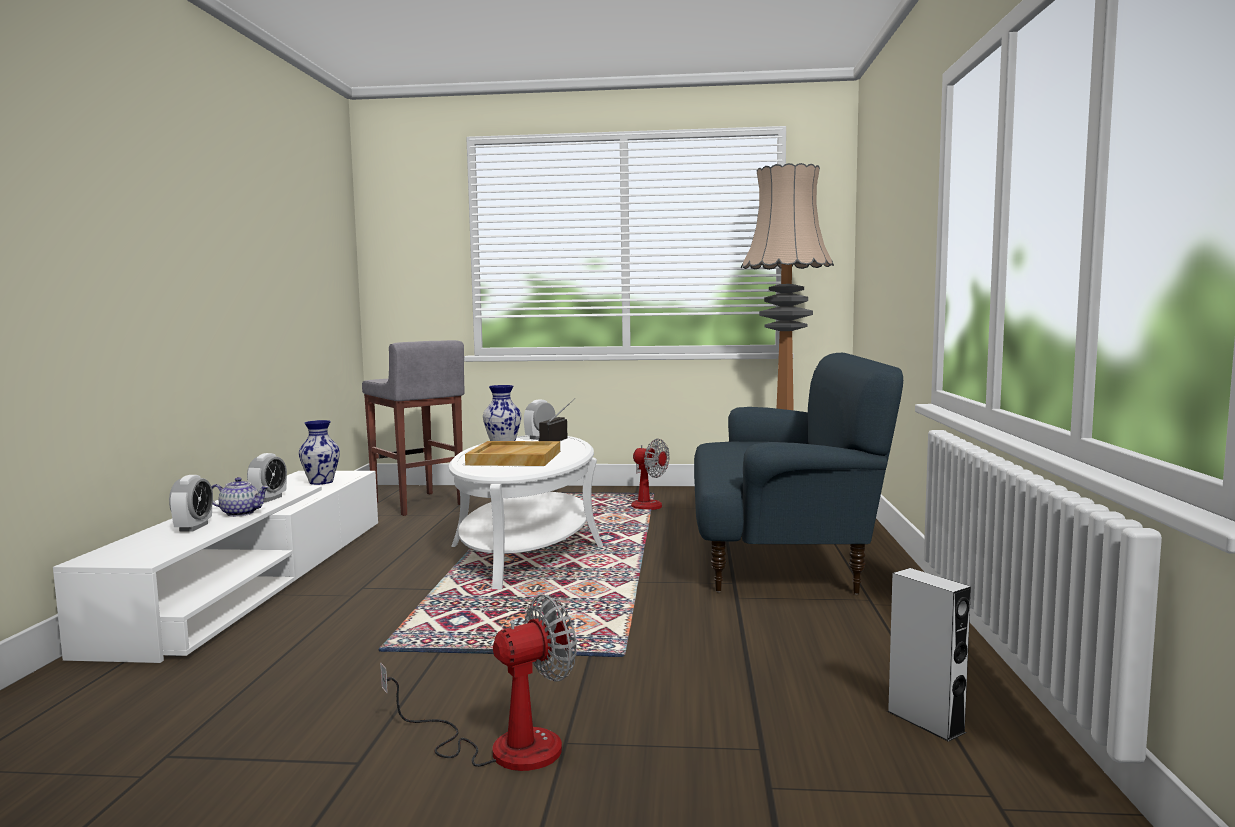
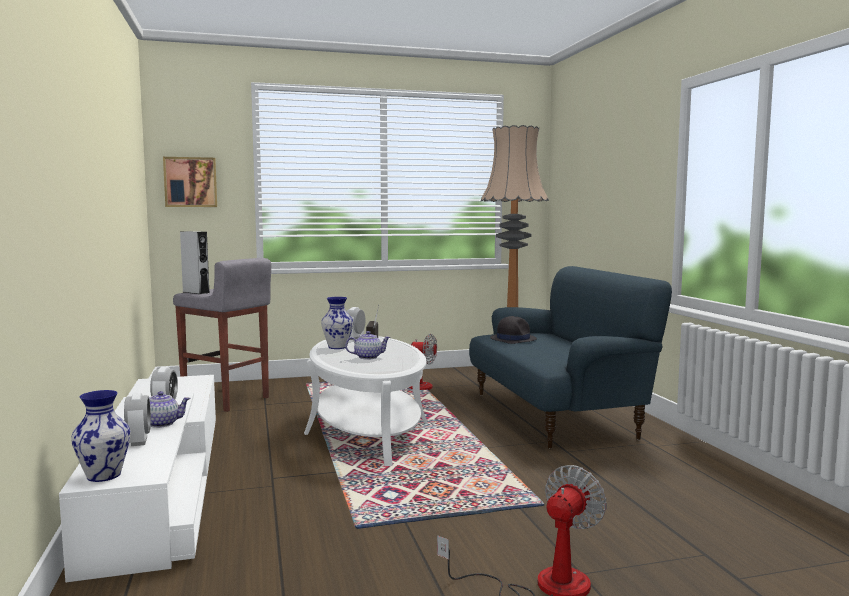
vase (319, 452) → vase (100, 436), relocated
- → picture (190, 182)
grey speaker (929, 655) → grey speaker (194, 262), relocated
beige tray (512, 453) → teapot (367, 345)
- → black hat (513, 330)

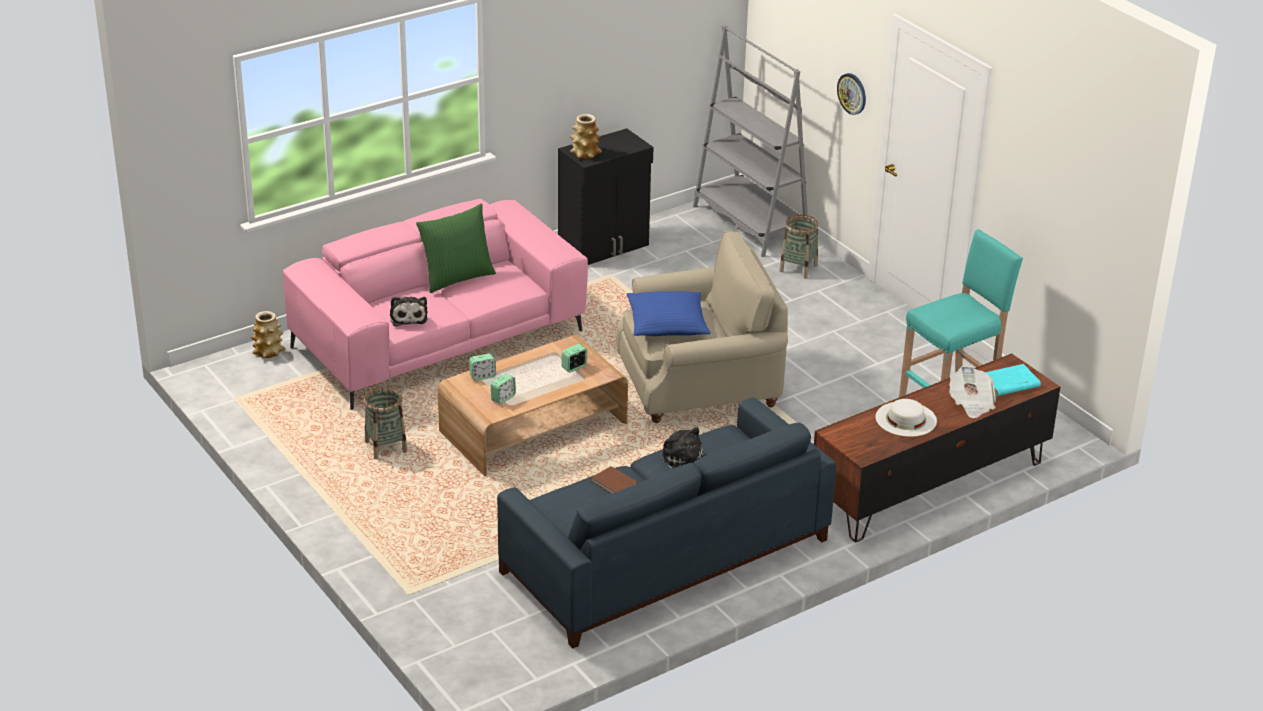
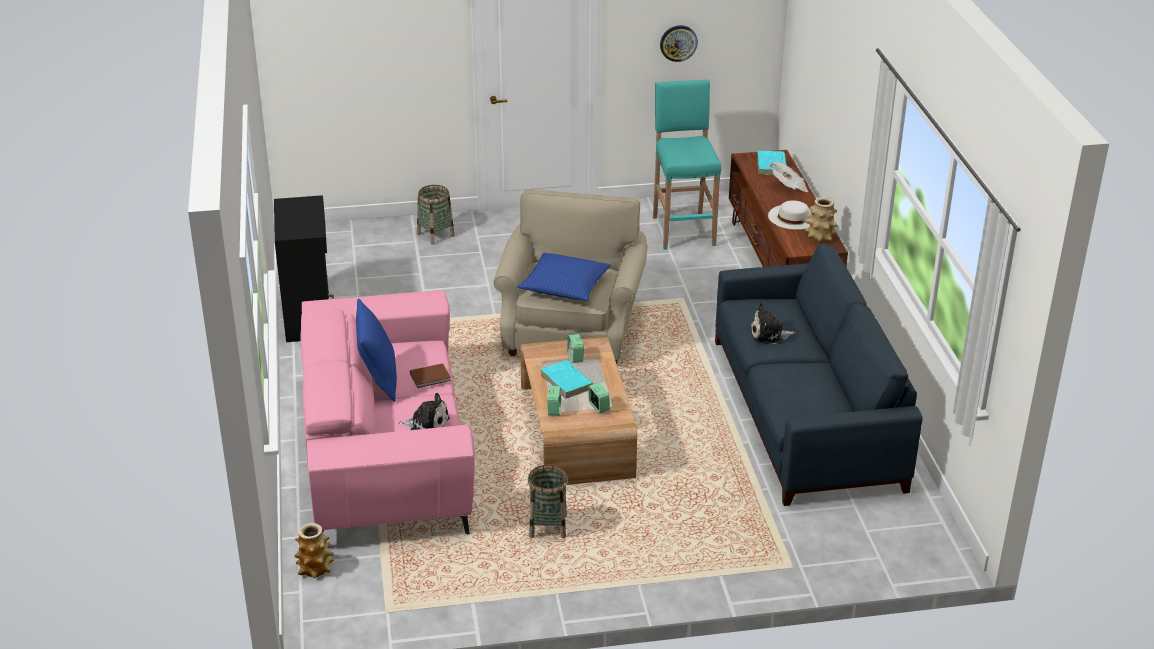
green pillow (456, 248) → blue pillow (376, 350)
brown book (614, 480) → brown book (430, 375), relocated
- → turquoise book (567, 379)
wall clock (851, 94) → wall clock (679, 43), relocated
vase (586, 136) → vase (821, 219), relocated
grey bookcase (750, 141) → -

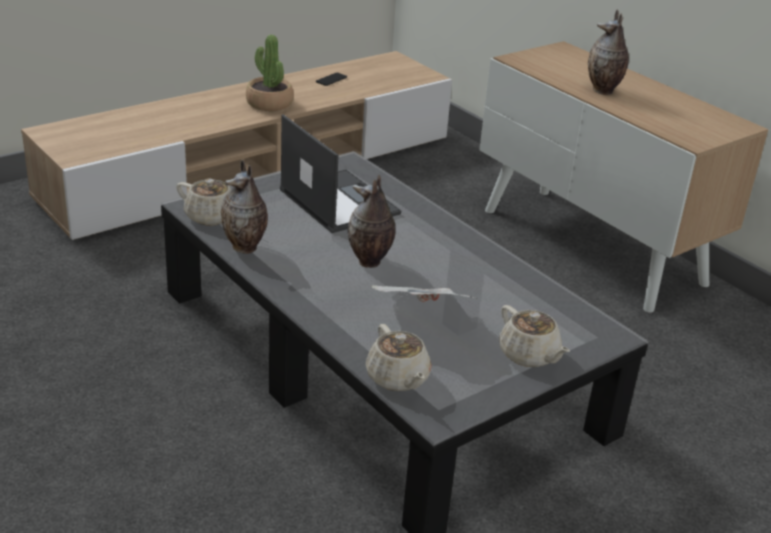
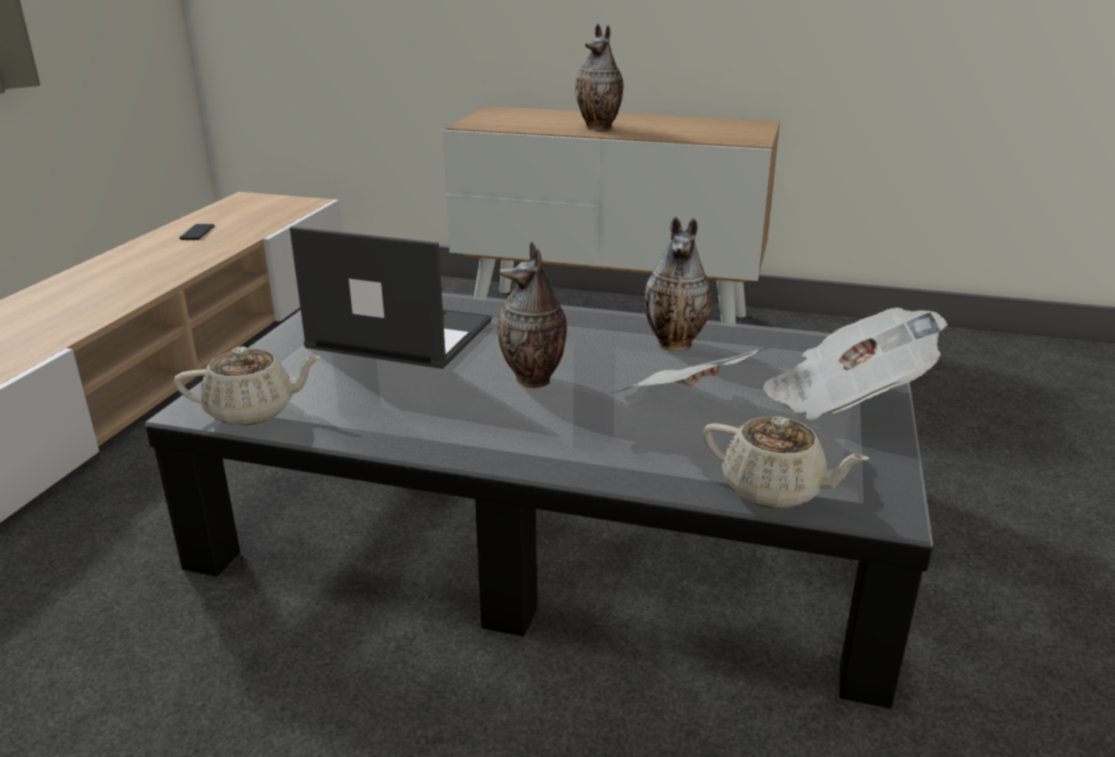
vase (244, 207) → vase (678, 284), relocated
beige teapot (534, 336) → newspaper (855, 363)
potted plant (270, 73) → -

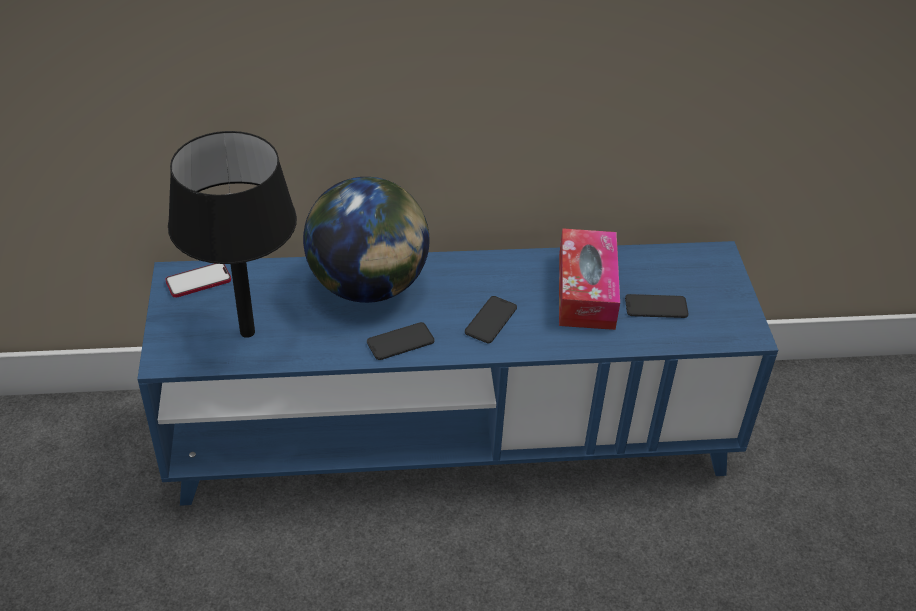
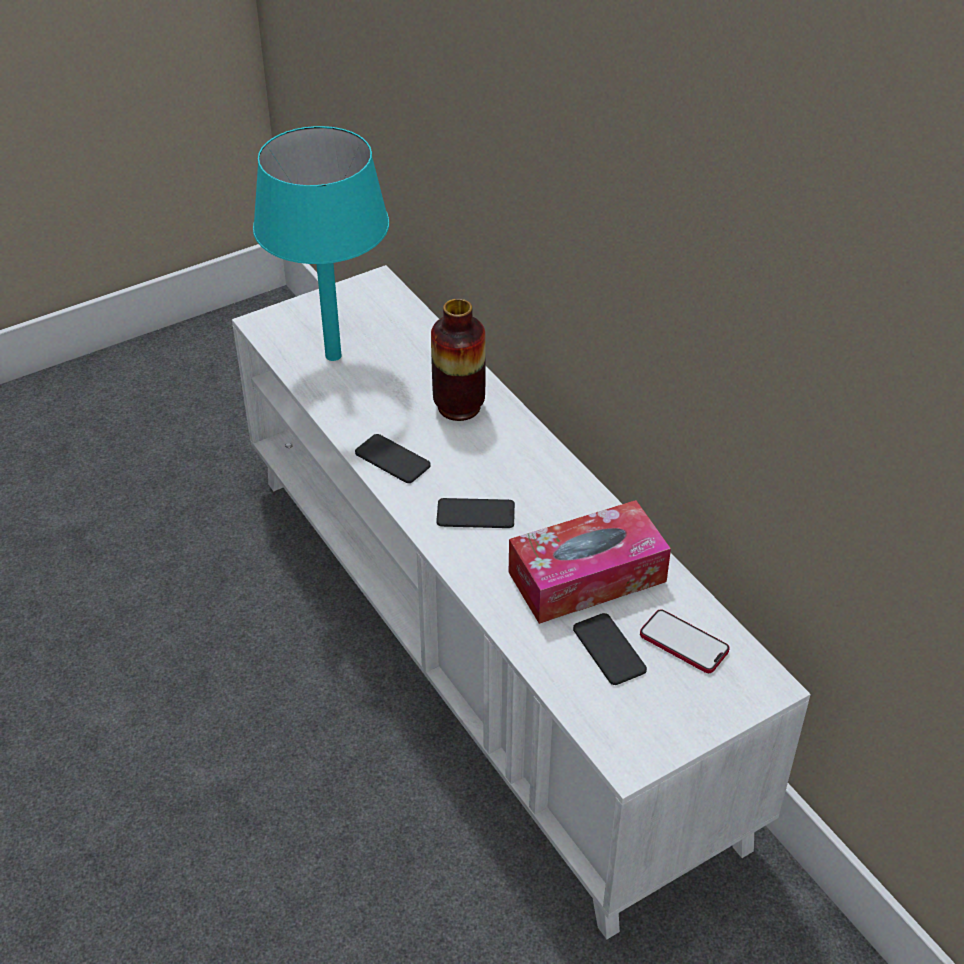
blue tv stand (457, 373) → white tv stand (521, 602)
black table lamp (232, 234) → turquoise table lamp (321, 243)
globe (366, 240) → vase (458, 360)
phone (198, 280) → phone (684, 641), relocated

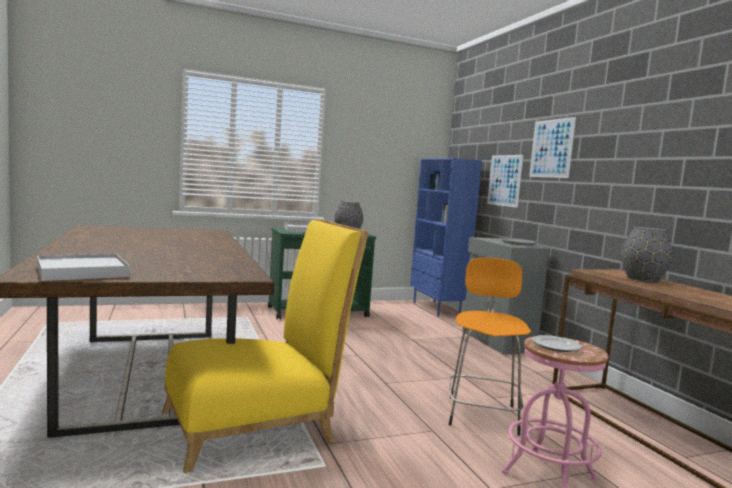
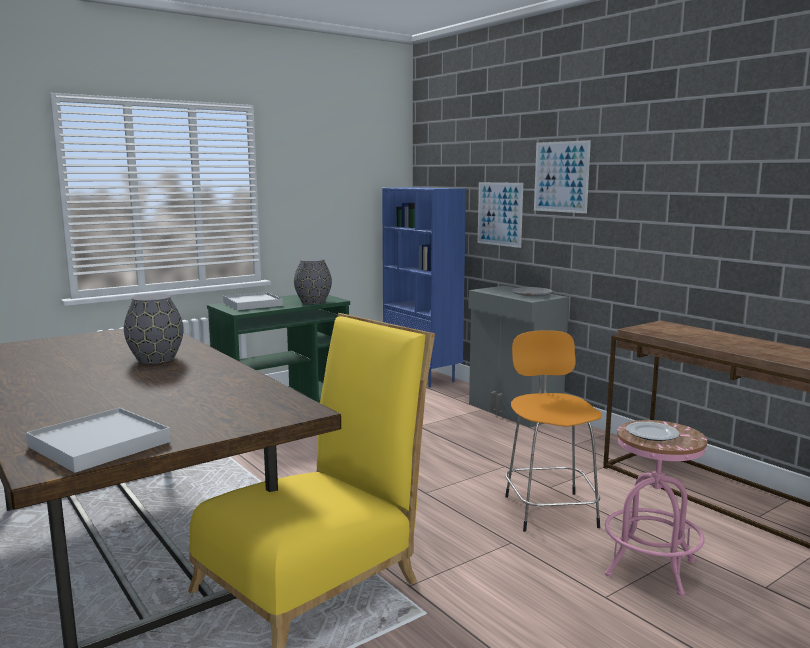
grey vase (647, 254) → grey vase (153, 329), relocated

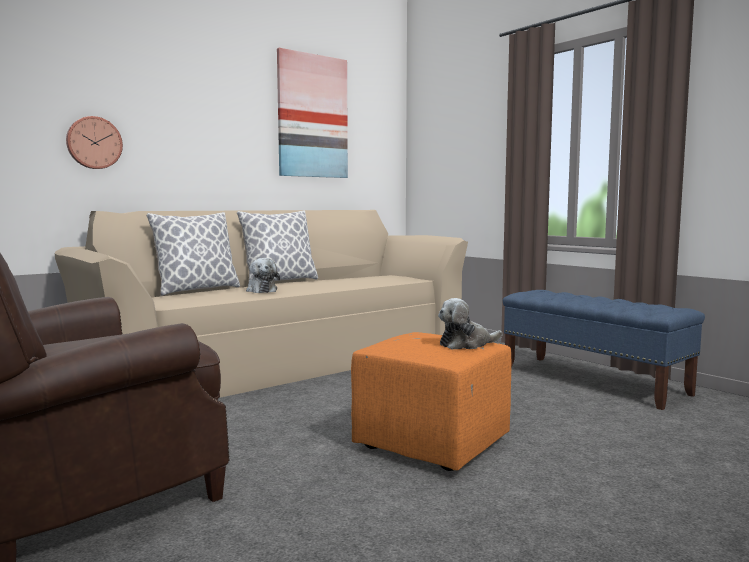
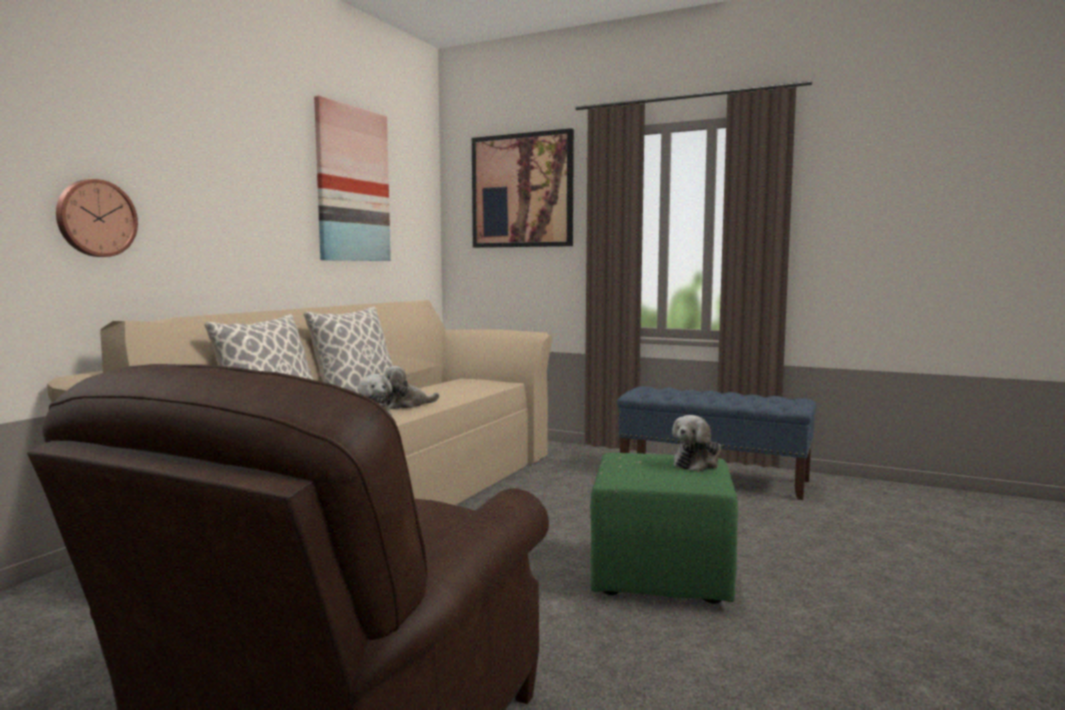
- → plush toy (411, 387)
- → picture (523, 188)
orange ottoman (431, 401) → green ottoman (664, 528)

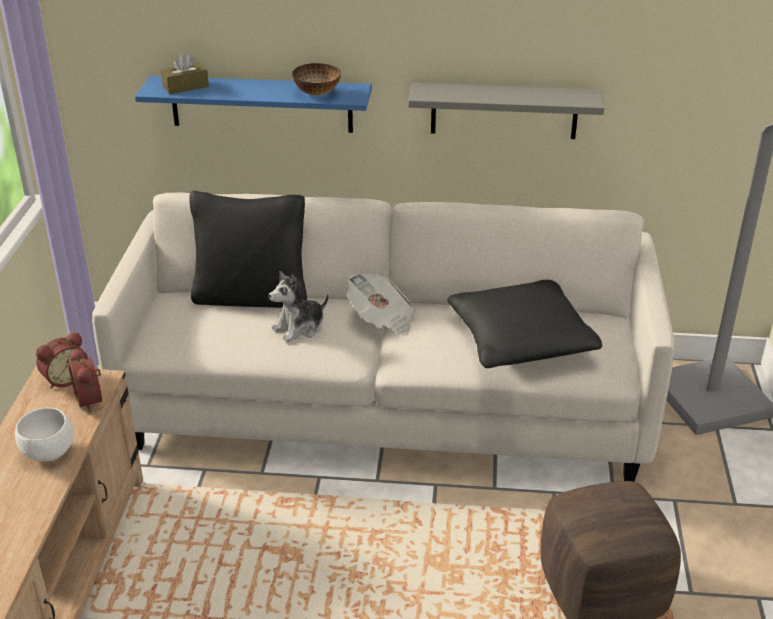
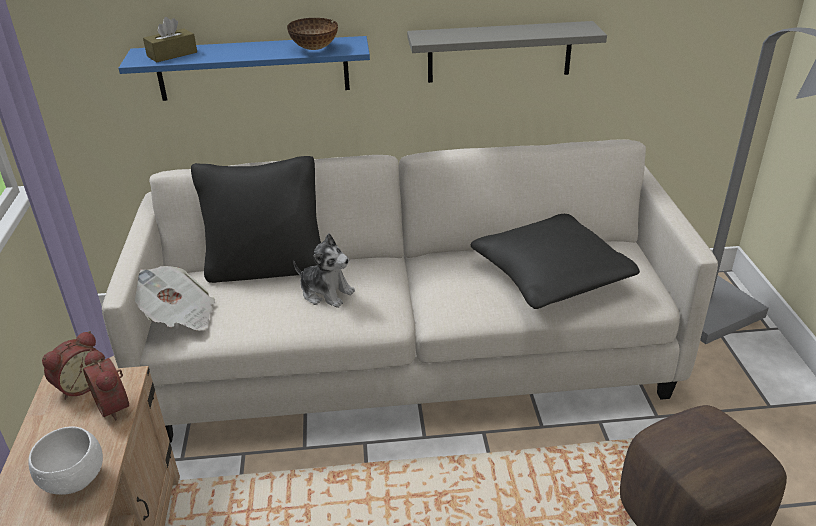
newspaper (381, 304) → newspaper (175, 298), relocated
plush toy (299, 306) → plush toy (324, 270), 105 degrees counterclockwise

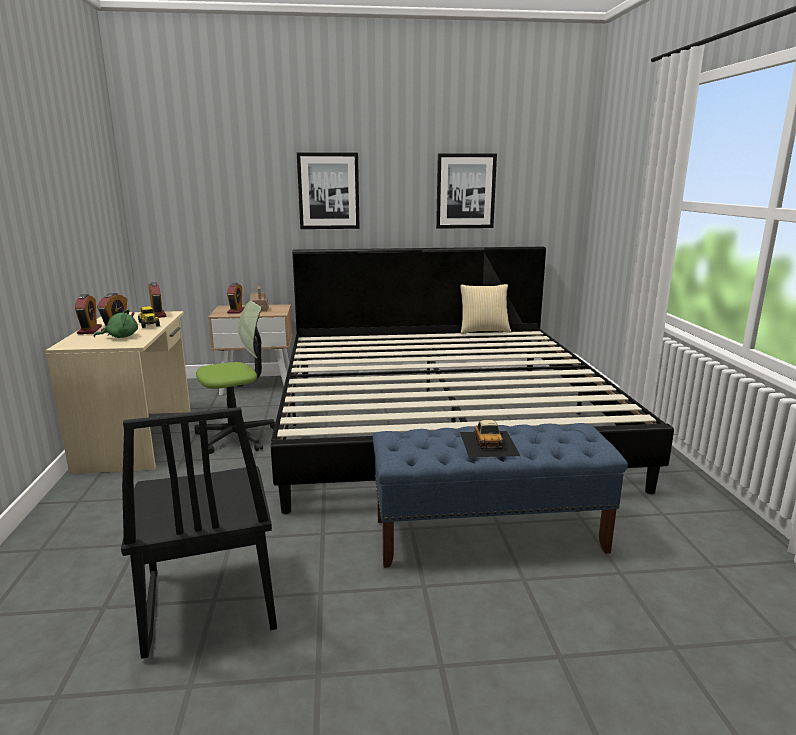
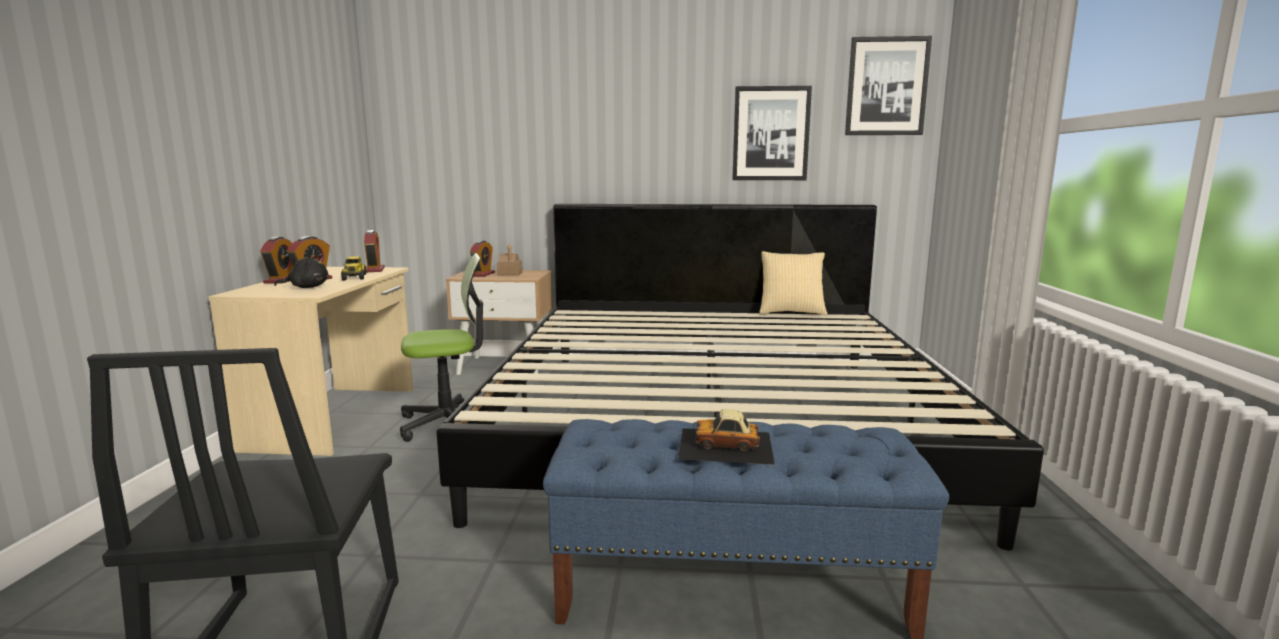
green plush toy (116, 323) → black plush toy (301, 271)
toy car (490, 438) → toy car (726, 437), 90 degrees clockwise
picture (328, 190) → picture (888, 85), relocated

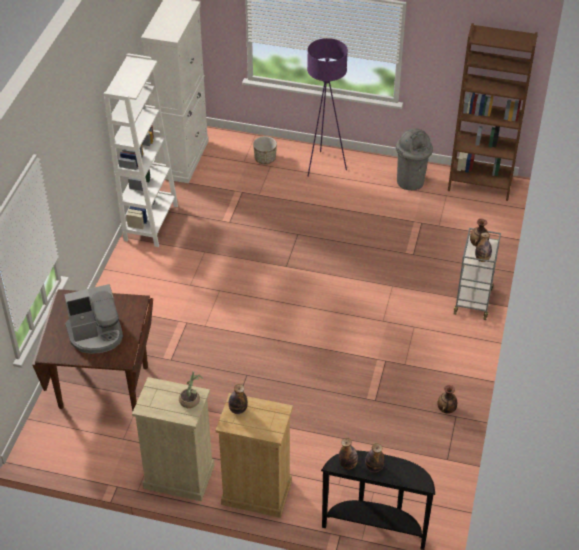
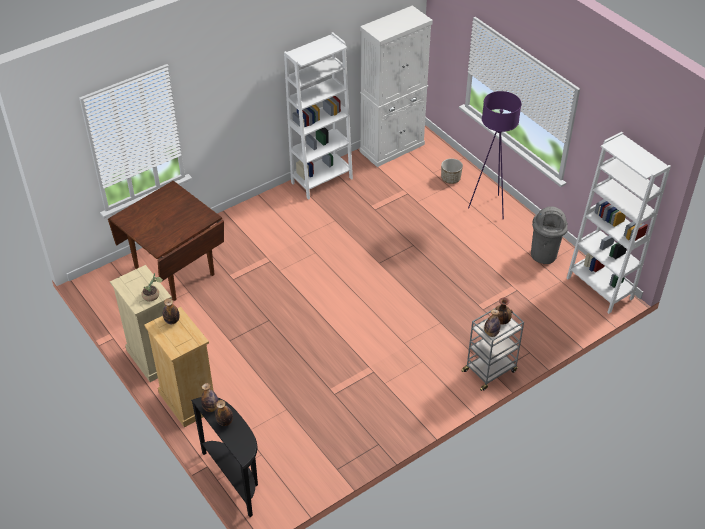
brown bookcase (493, 112) → white bookcase (619, 223)
coffee machine (93, 319) → -
vase (447, 399) → -

